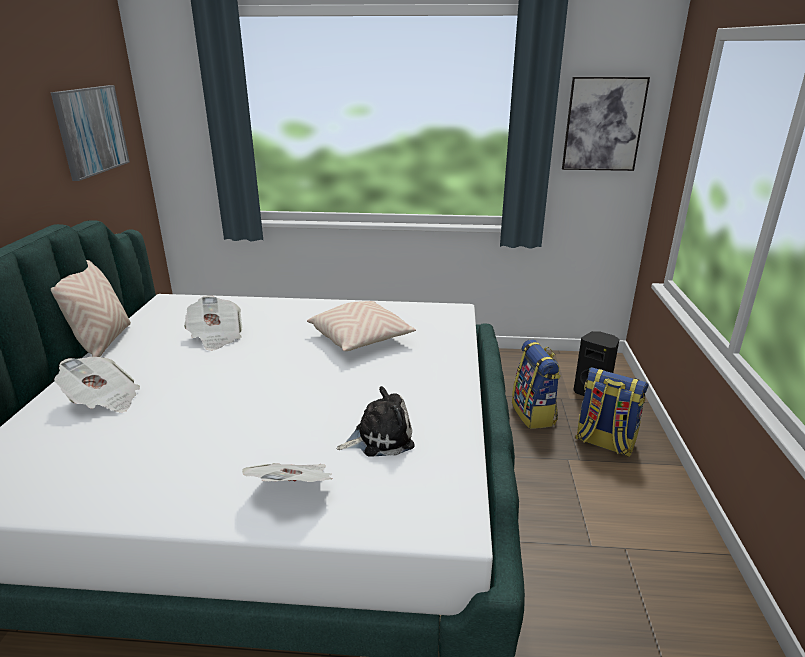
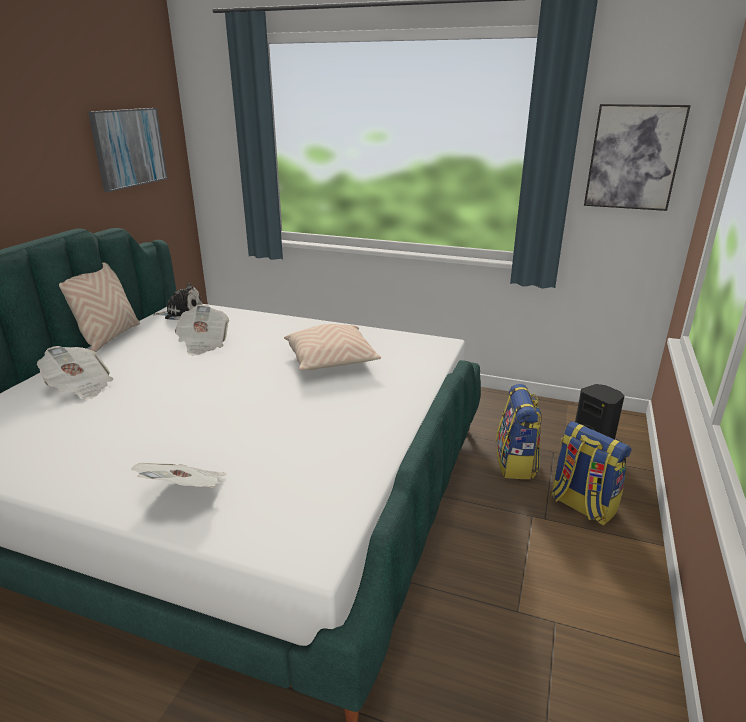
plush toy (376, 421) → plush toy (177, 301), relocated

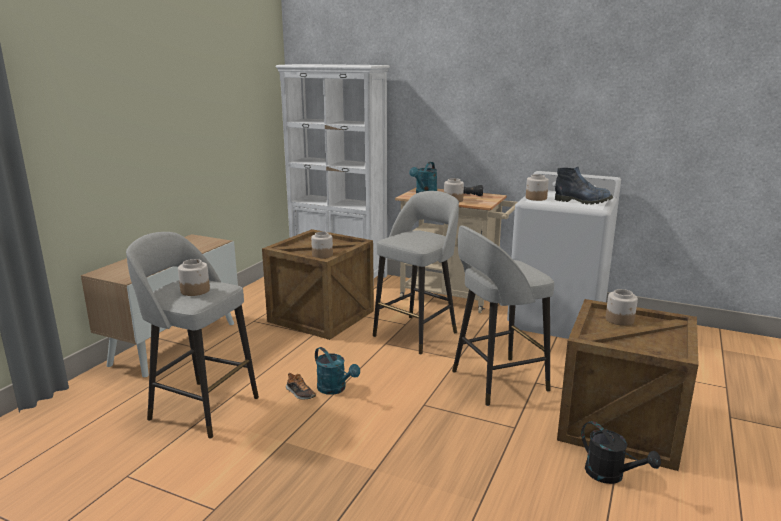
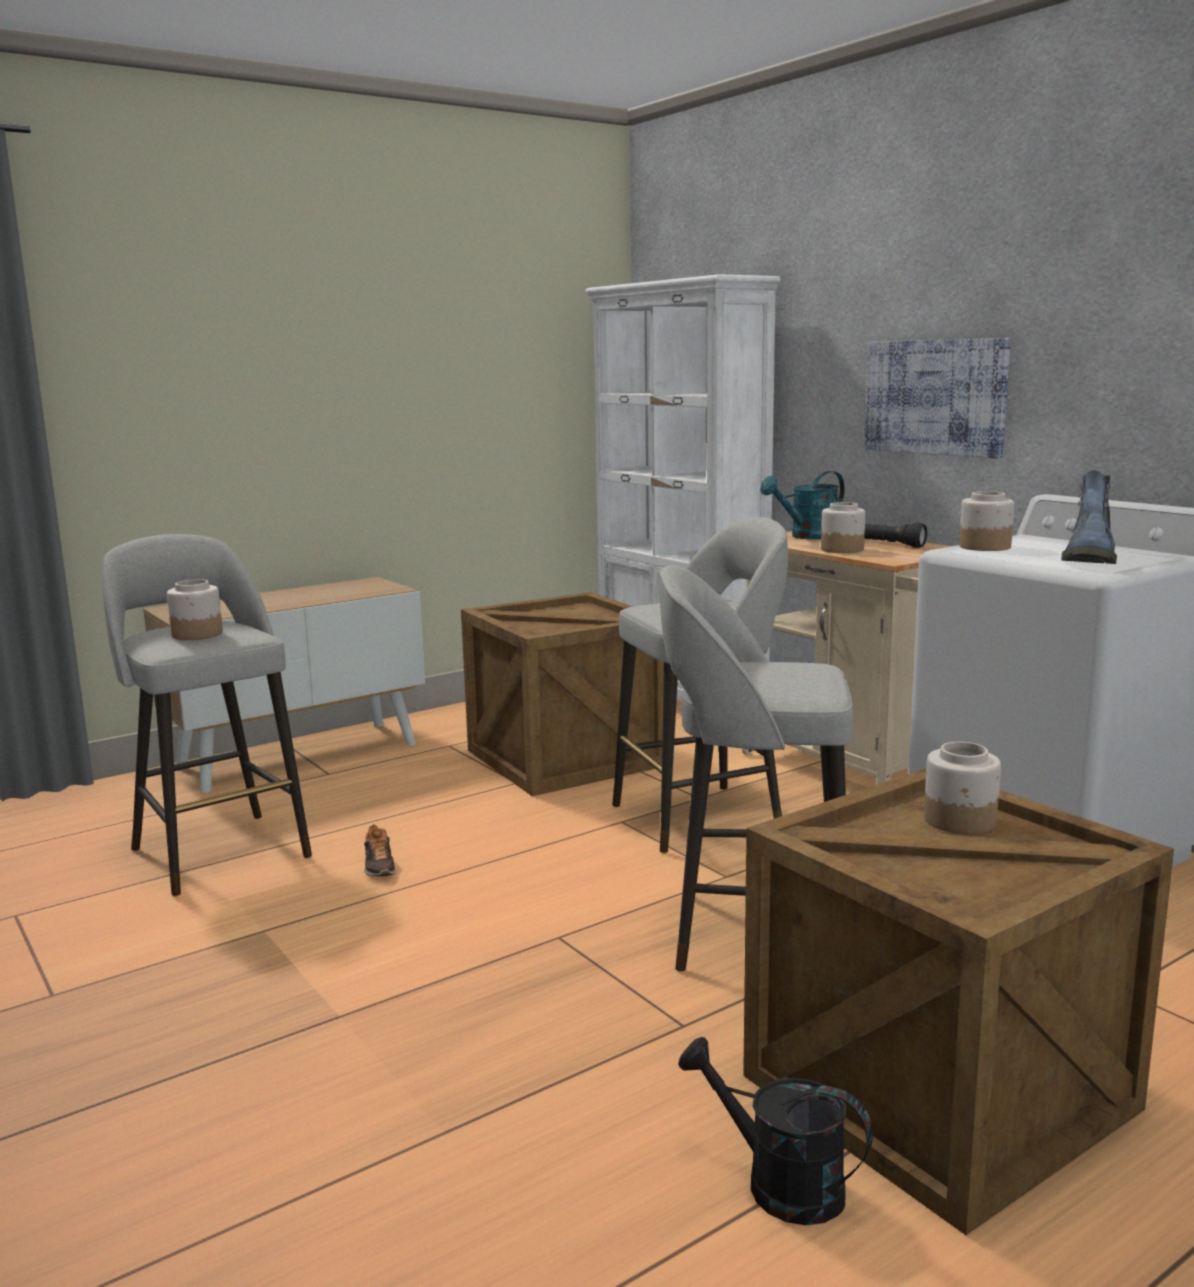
black watering can (621, 452) → black watering can (775, 1131), 135 degrees clockwise
- → picture (937, 398)
boot (584, 185) → boot (1089, 517), 60 degrees clockwise
jar (322, 245) → -
turquoise watering can (337, 371) → -

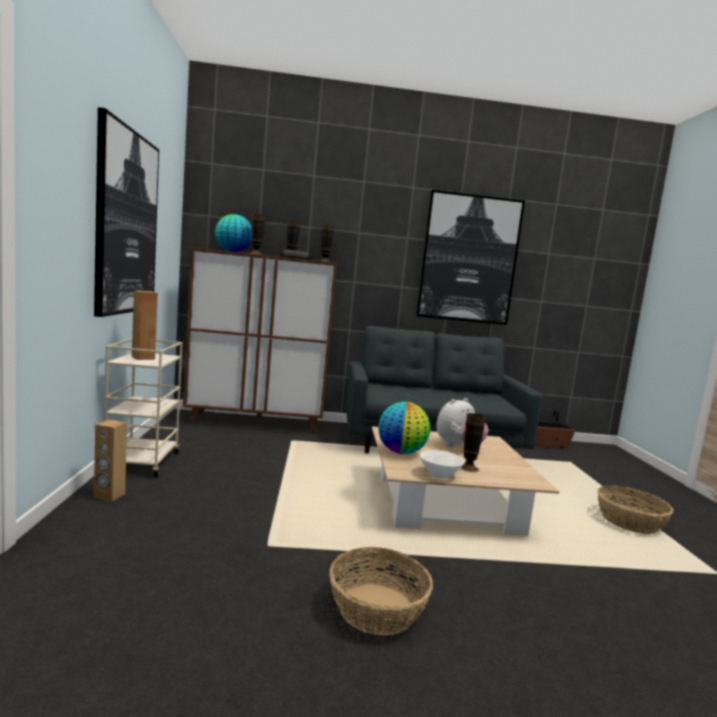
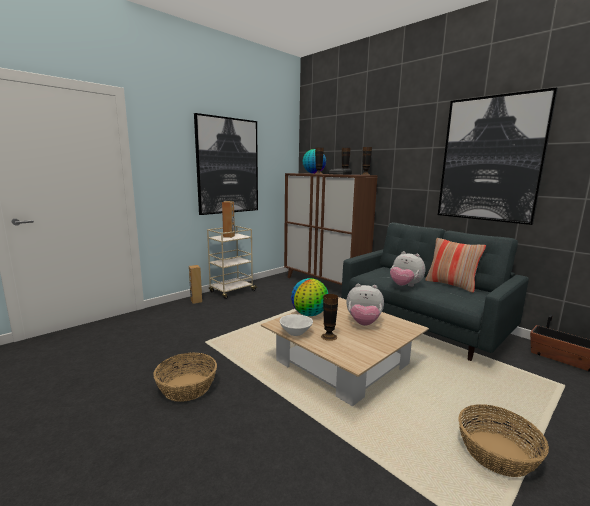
- → plush toy (407, 269)
- → pillow (455, 265)

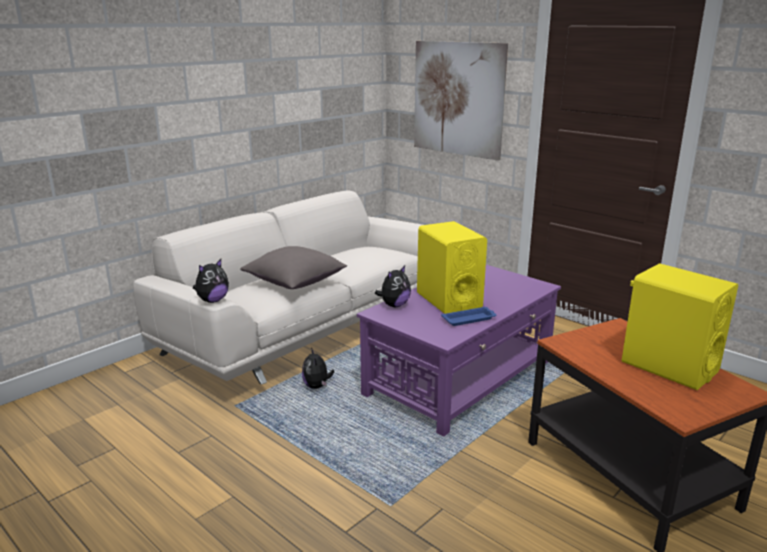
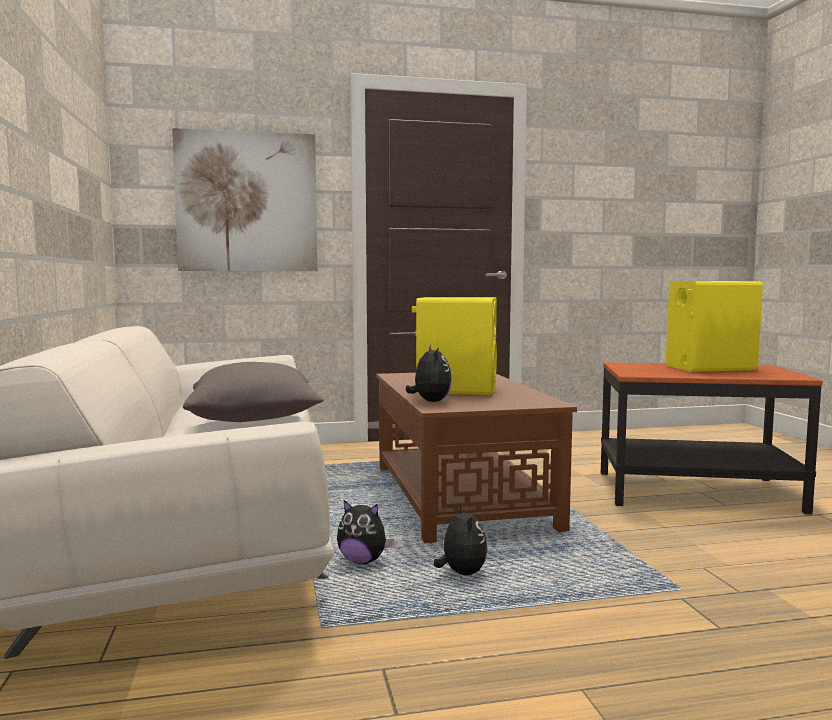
purple coffee table (459, 351) → brown coffee table (476, 458)
plush toy (211, 281) → plush toy (461, 539), relocated
blue tray (469, 316) → -

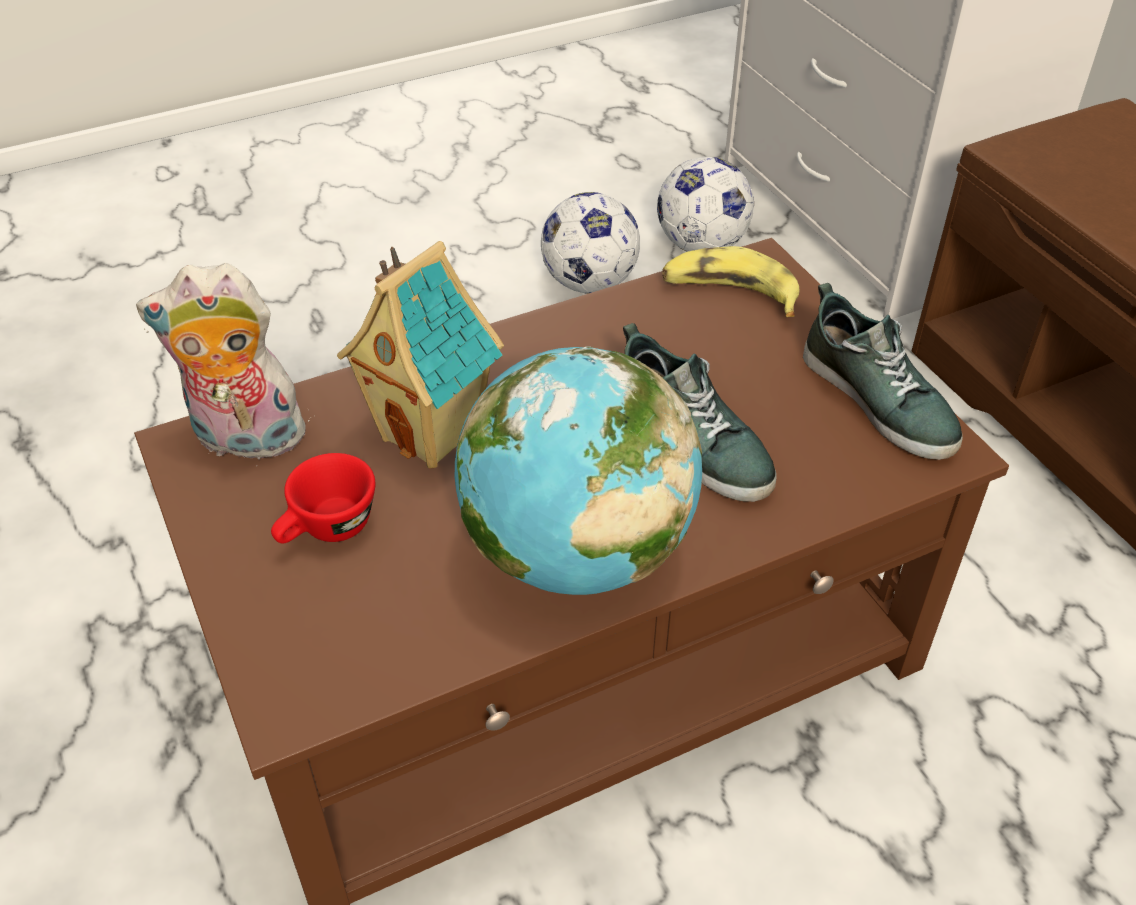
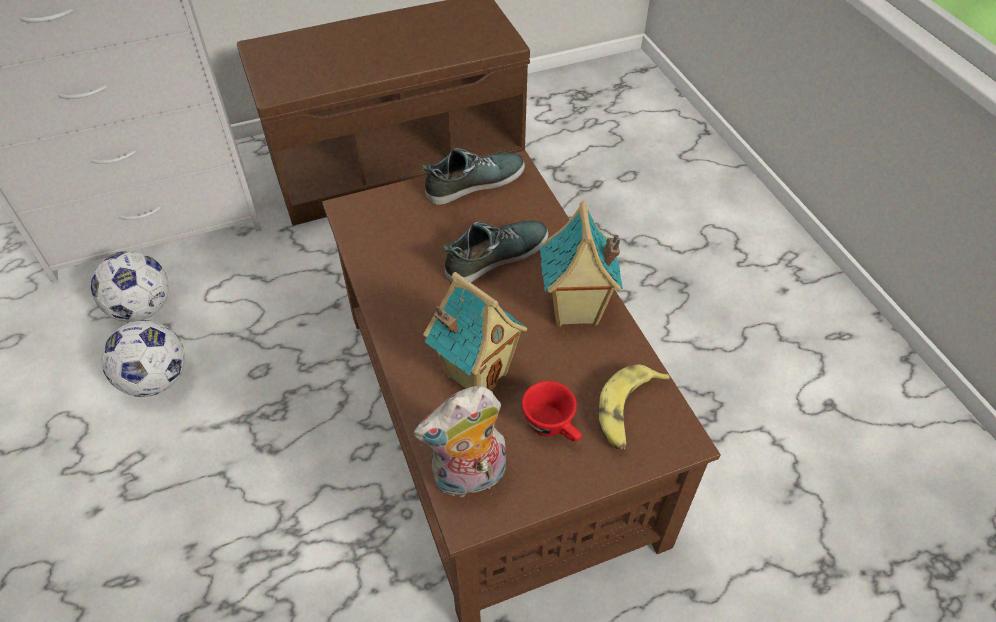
plush toy (223, 364) → plush toy (460, 441), 60 degrees clockwise
globe (578, 470) → toy house (581, 264)
banana (731, 281) → banana (634, 407), relocated

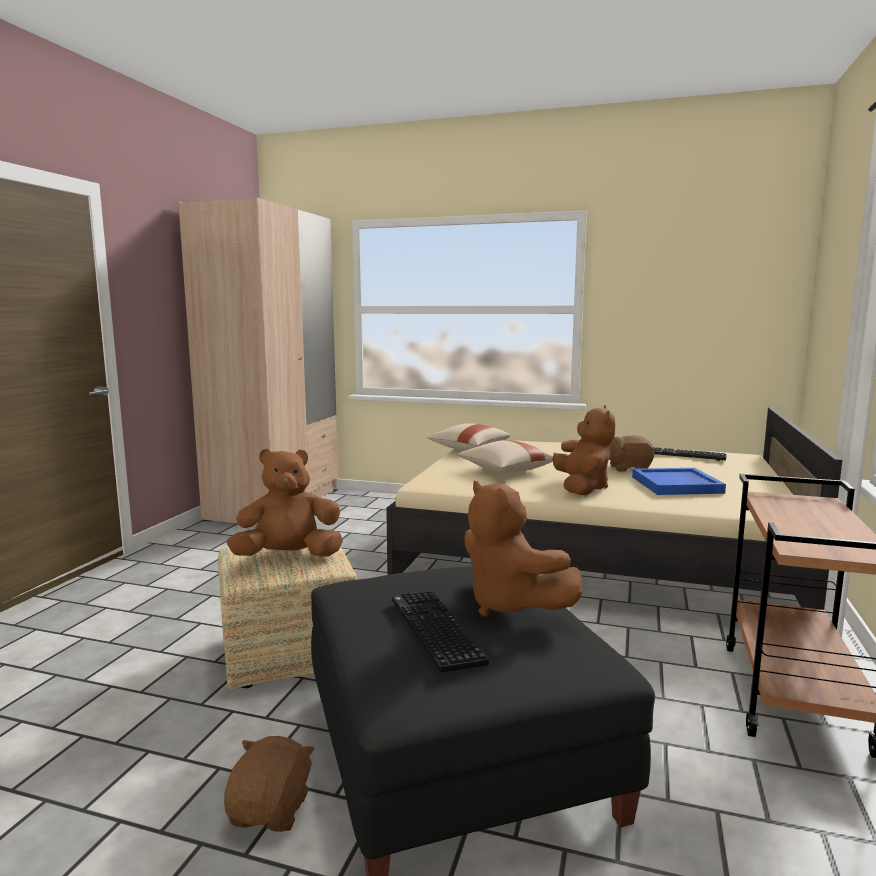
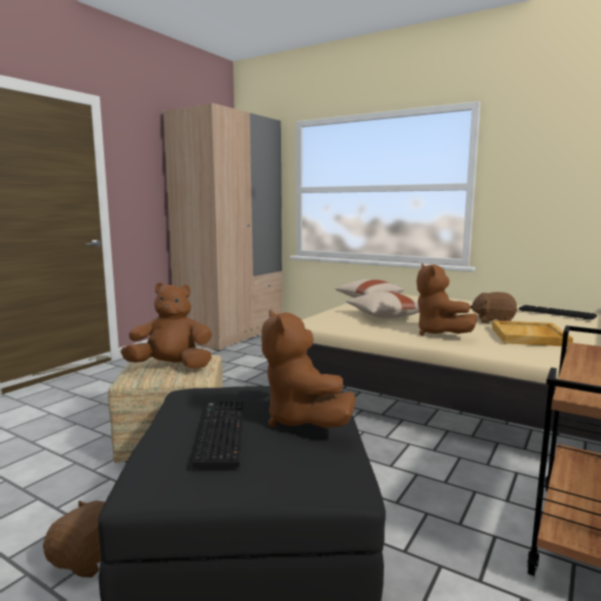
brown plush toy (584, 450) → brown plush toy (447, 300), 150 degrees clockwise
blue tray (679, 481) → beige tray (532, 333)

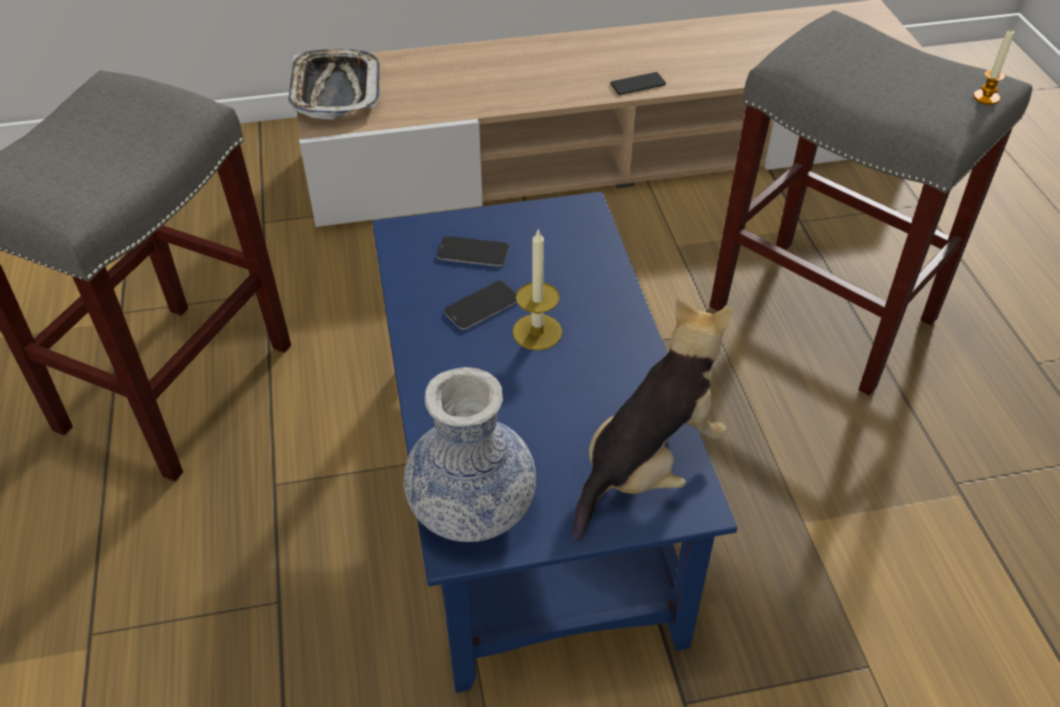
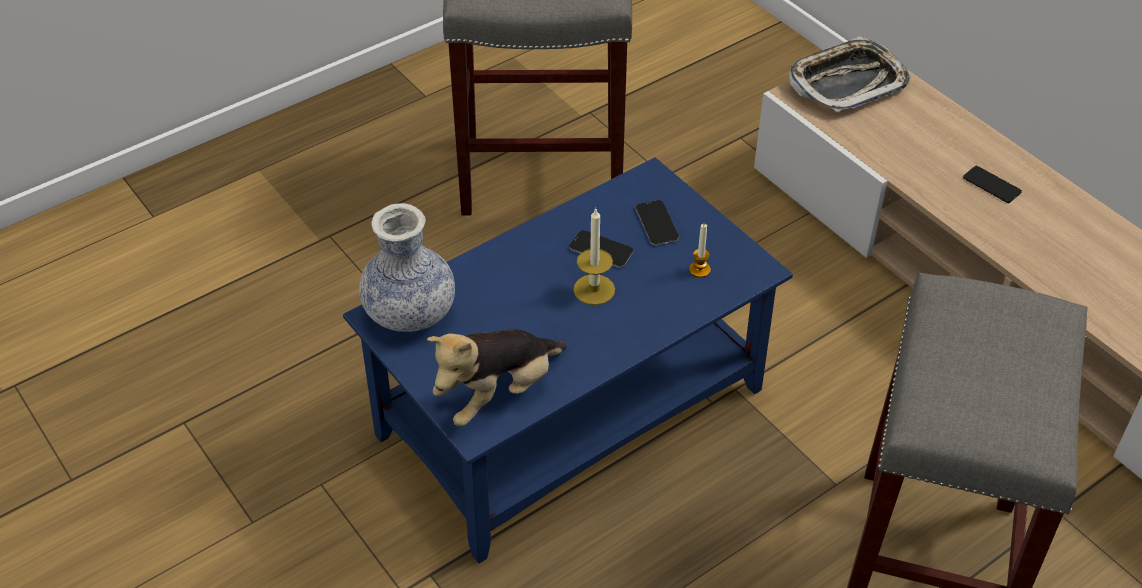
plush toy (652, 420) → plush toy (497, 378), 120 degrees clockwise
candle (994, 67) → candle (700, 251), relocated
phone (638, 83) → phone (992, 184), relocated

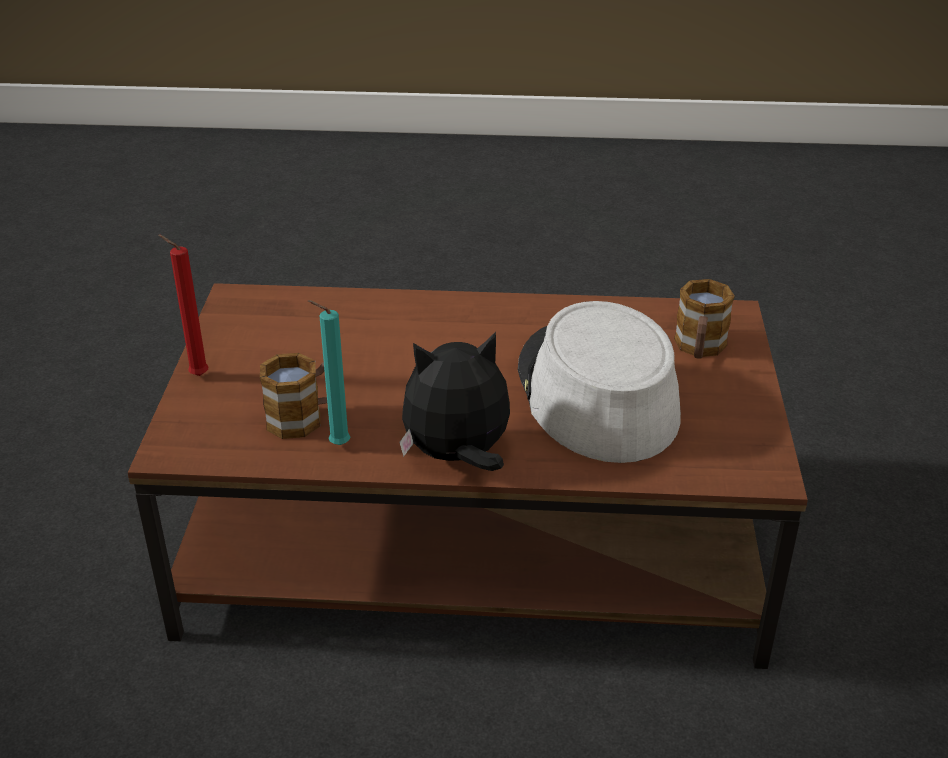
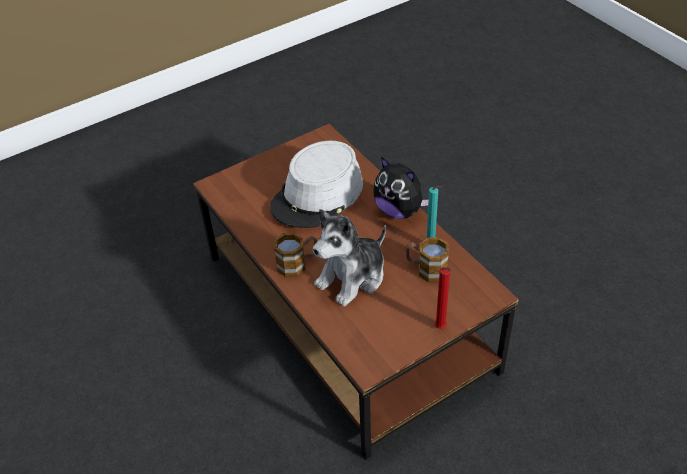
mug (704, 319) → mug (295, 255), relocated
- → plush toy (349, 257)

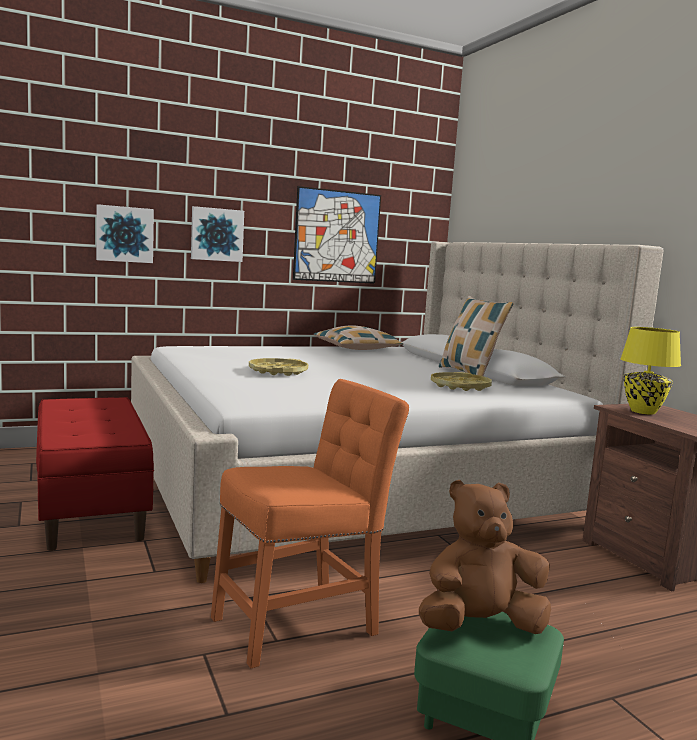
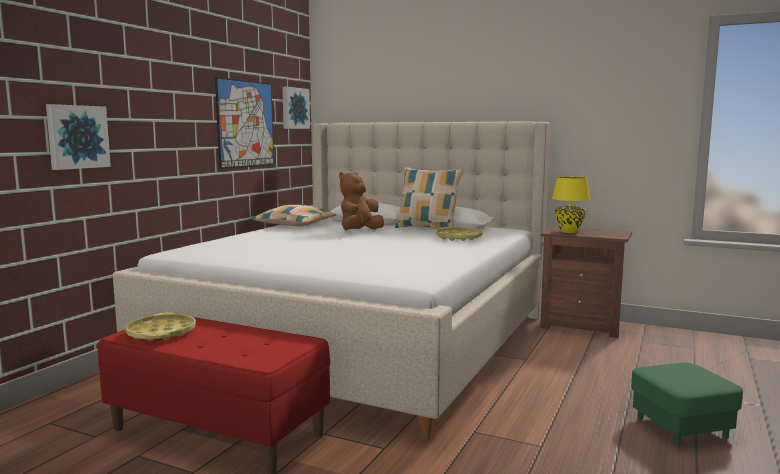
yellow tray (278, 367) → yellow tray (160, 326), relocated
picture (217, 234) → picture (296, 108), relocated
brown plush toy (485, 557) → brown plush toy (361, 201), relocated
orange chair (310, 523) → -

